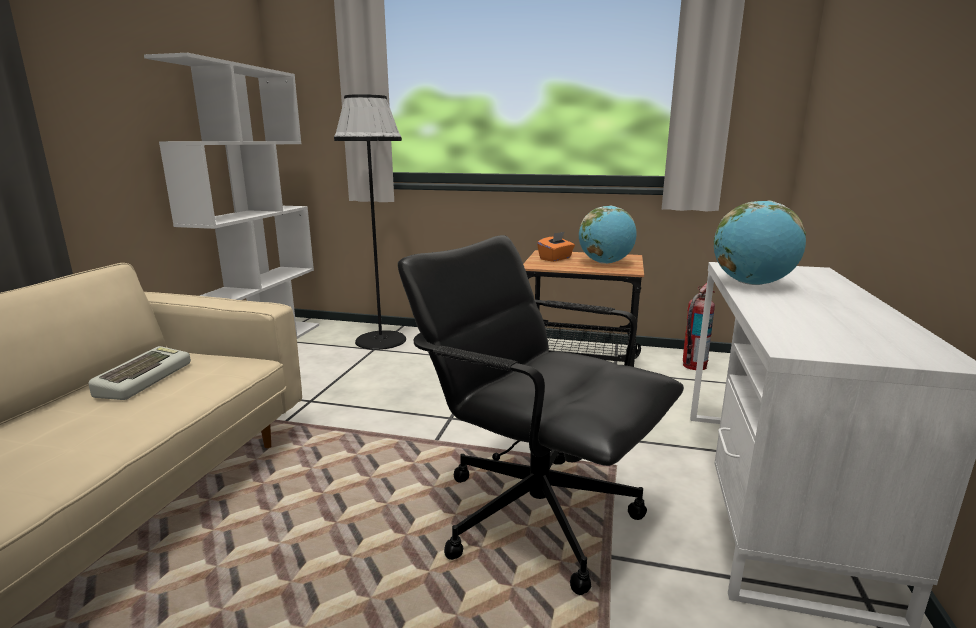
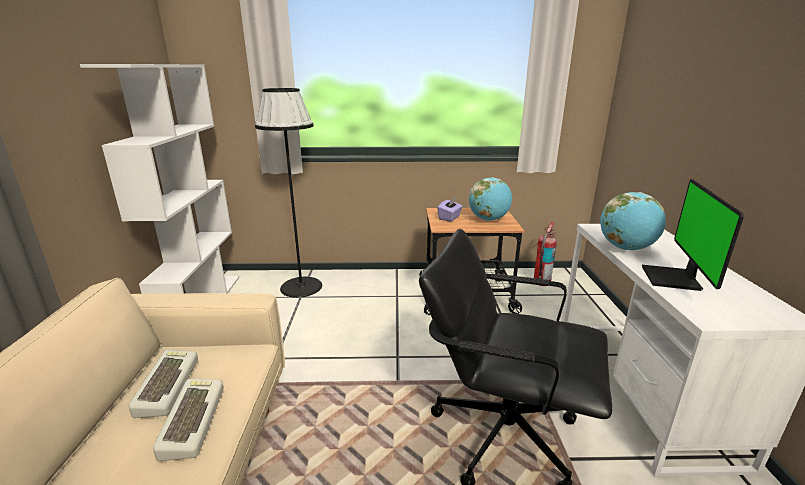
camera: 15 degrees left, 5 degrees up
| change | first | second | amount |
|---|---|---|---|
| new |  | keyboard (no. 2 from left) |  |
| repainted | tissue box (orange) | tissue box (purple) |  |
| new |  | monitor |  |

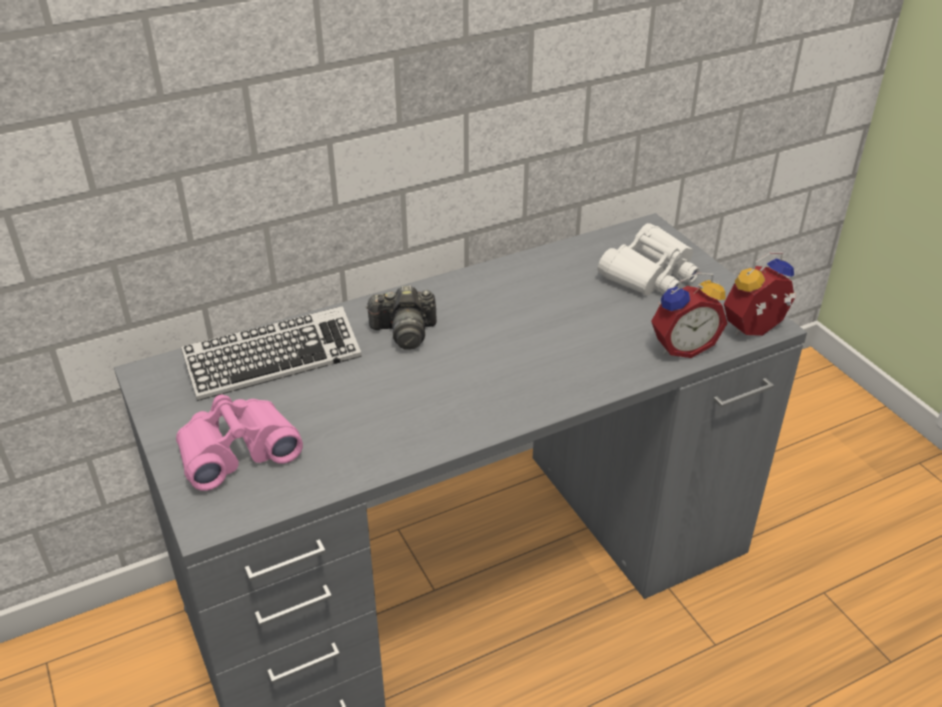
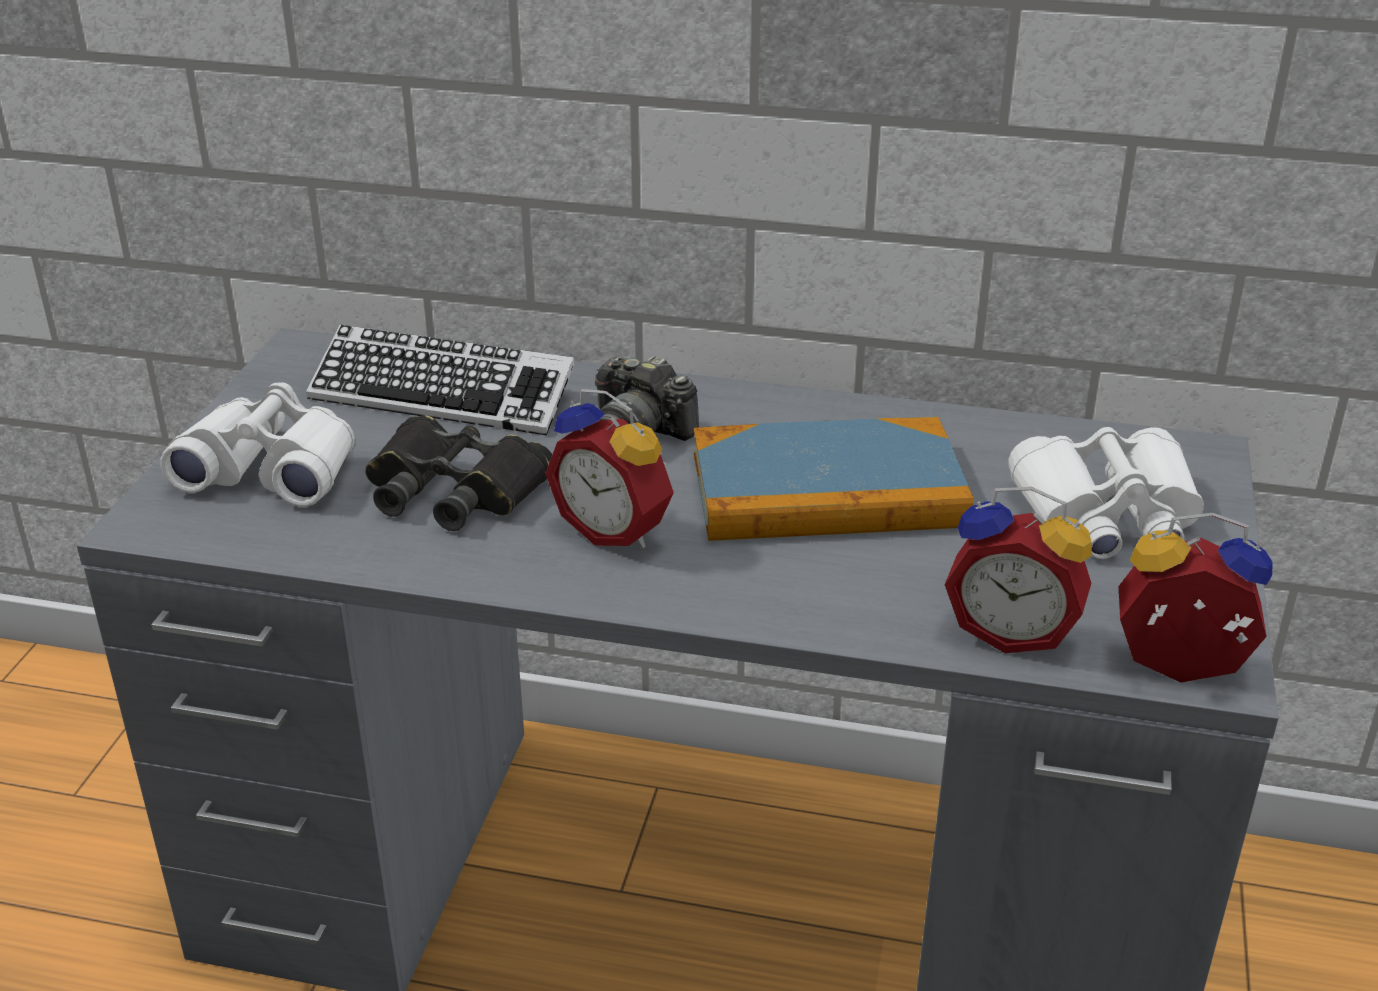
camera: 40 degrees right, 5 degrees down
| change | first | second | amount |
|---|---|---|---|
| repainted | binoculars (pink) | binoculars (white) (no. 1 from left) |  |
| new |  | binoculars (black) |  |
| new |  | alarm clock (no. 1 from left) |  |
| new |  | book |  |

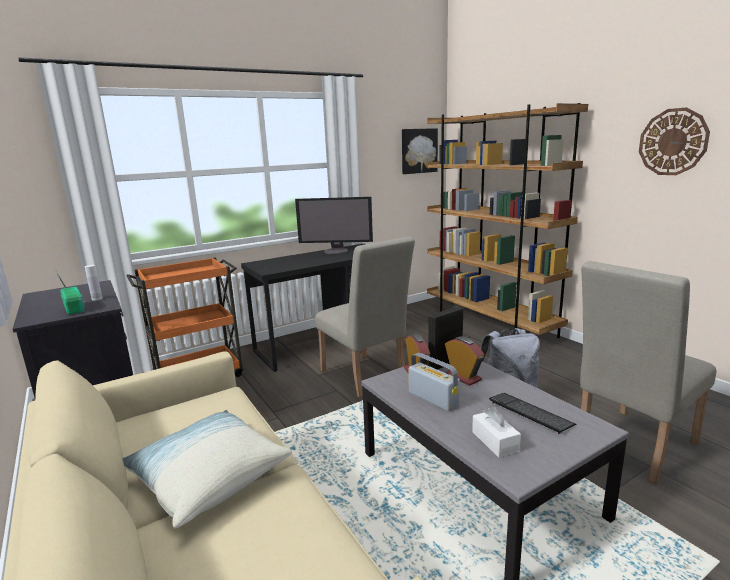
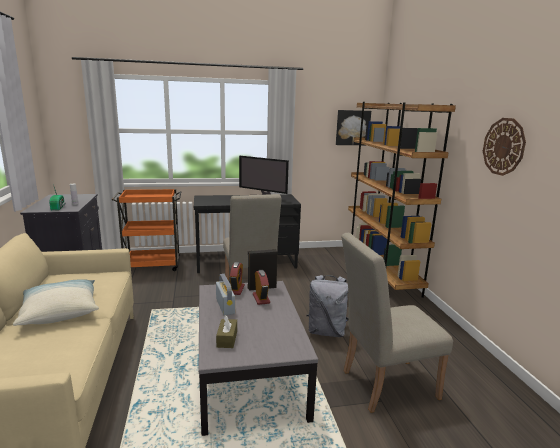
camera: 20 degrees right, 0 degrees up
| change | first | second | amount |
|---|---|---|---|
| repainted | tissue box (white) | tissue box (brown) |  |
| gone | keyboard |  |  |

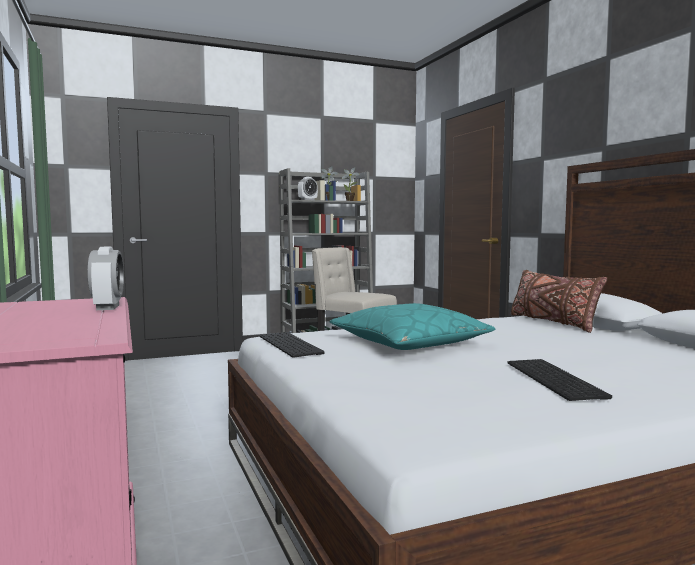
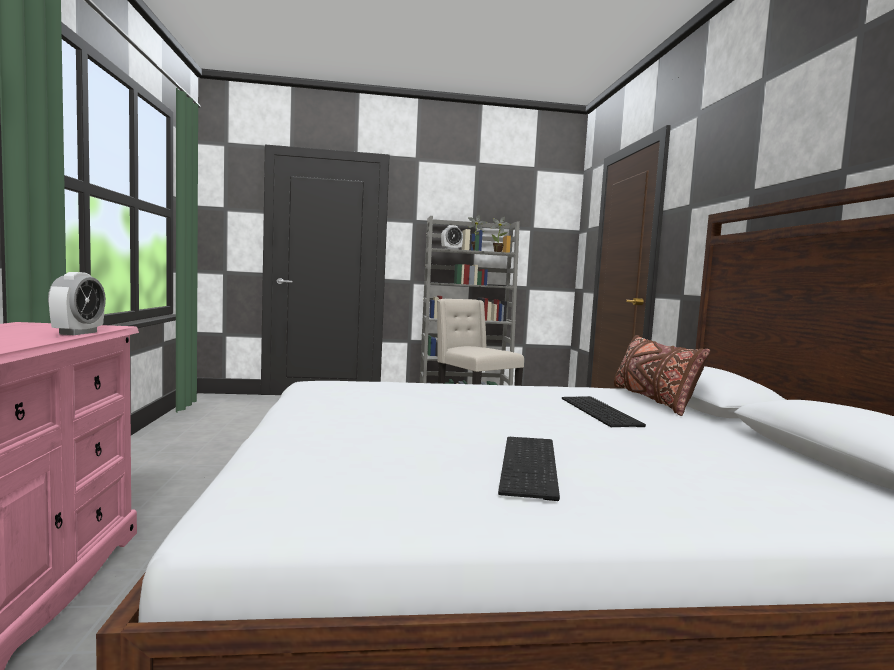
camera: 15 degrees right, 0 degrees up
| change | first | second | amount |
|---|---|---|---|
| shifted | keyboard (no. 1 from left in the first image) | keyboard (no. 2 from left) |  |
| gone | pillow (turquoise) |  |  |

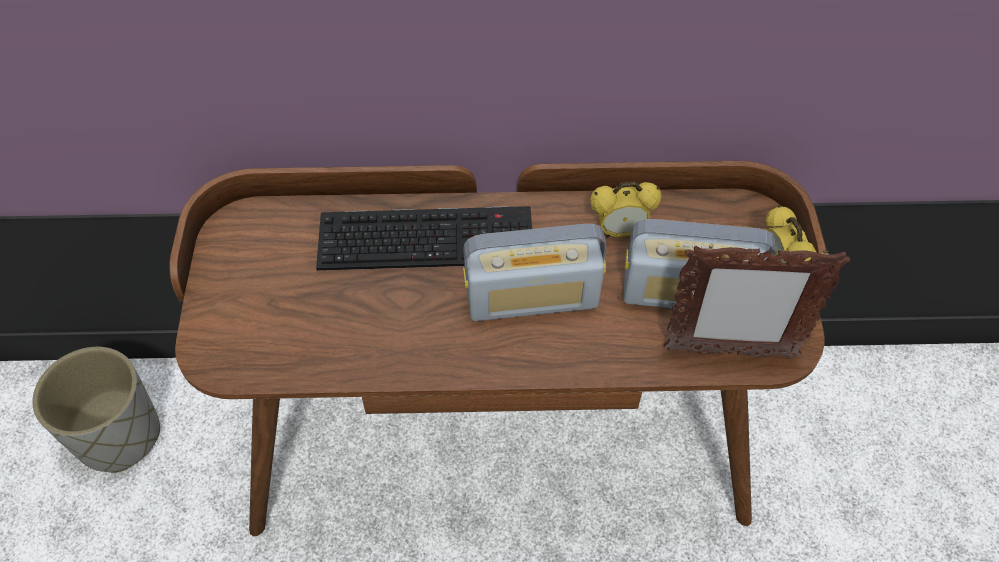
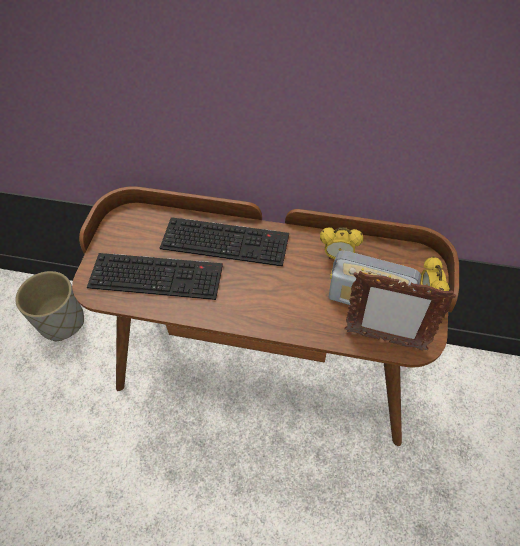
camera: 15 degrees right, 0 degrees up
| change | first | second | amount |
|---|---|---|---|
| new |  | keyboard (no. 1 from left) |  |
| gone | radio (no. 1 from left) |  |  |

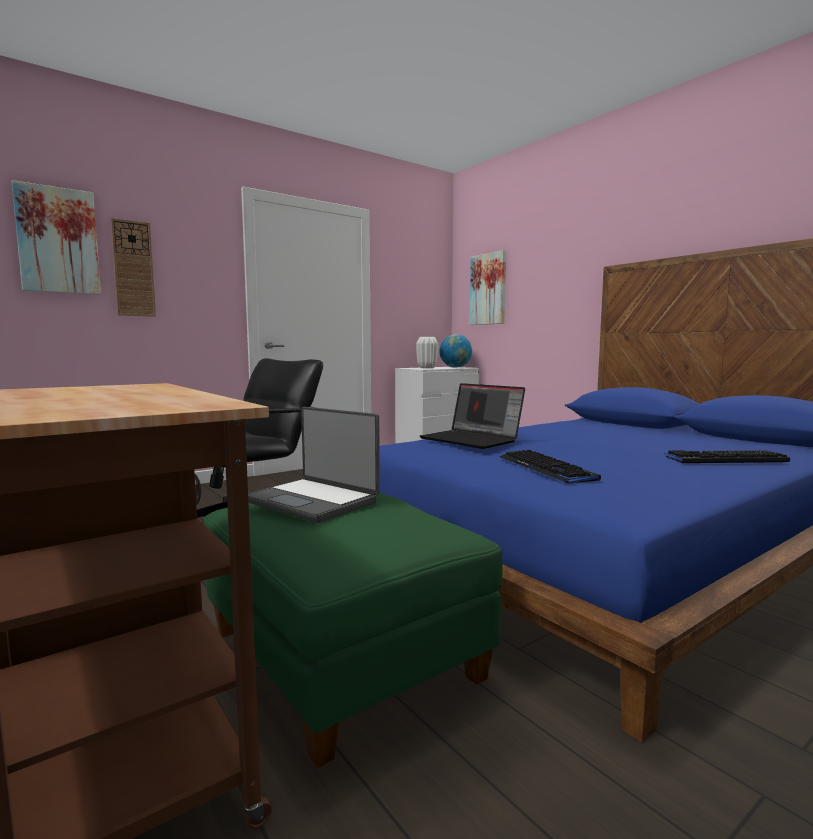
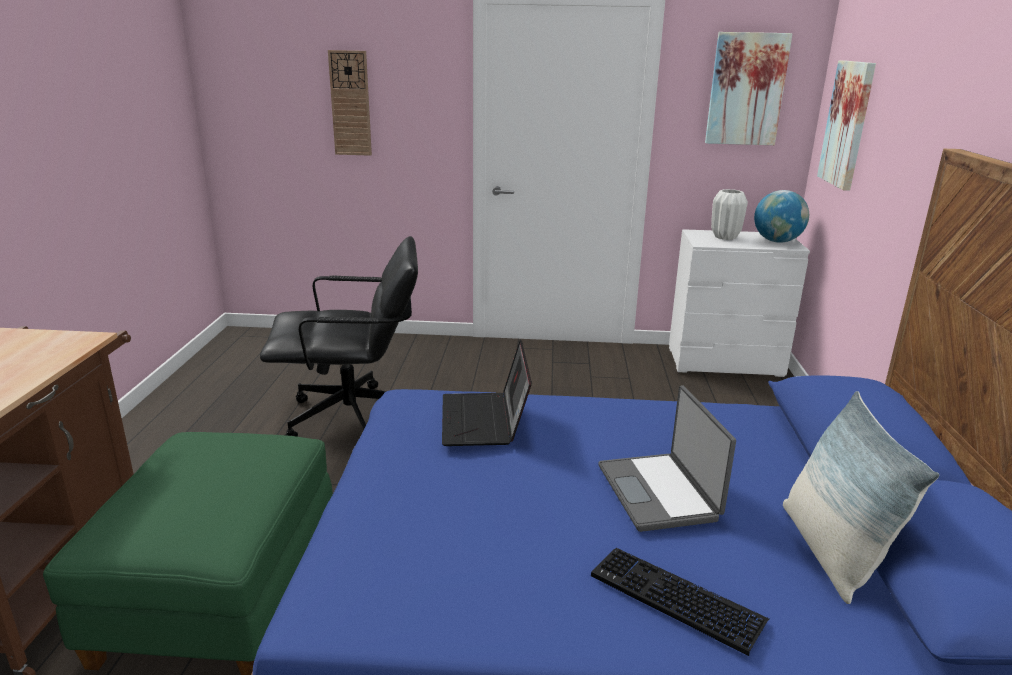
camera: 40 degrees right, 15 degrees up
| change | first | second | amount |
|---|---|---|---|
| shifted | laptop (no. 1 from left in the first image) | laptop (no. 2 from left) |  |
| shifted | picture (no. 1 from left) |  |  |
| new |  | pillow |  |
| gone | keyboard (no. 1 from left) |  |  |

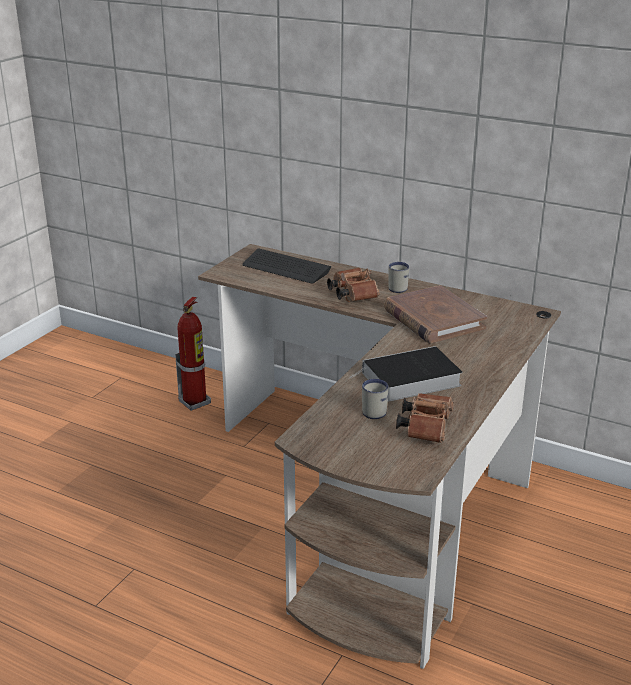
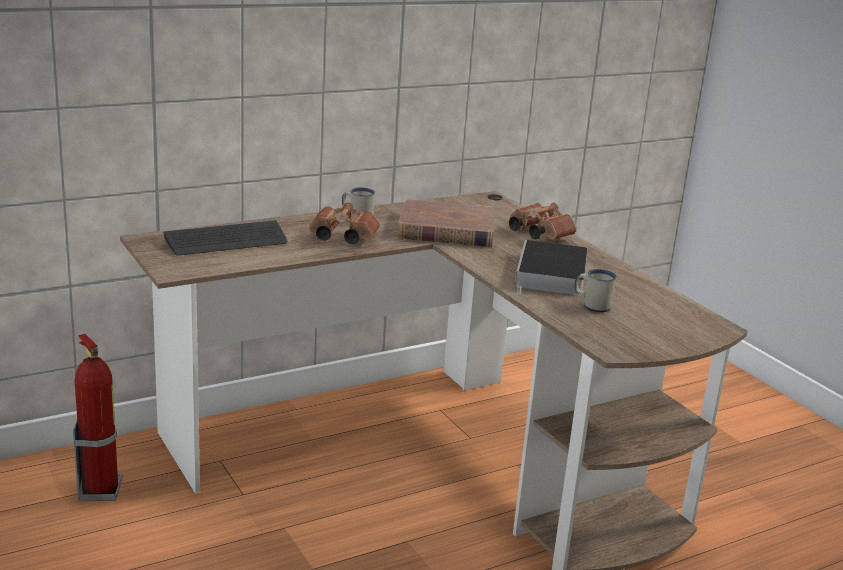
camera: 60 degrees left, 5 degrees down
| change | first | second | amount |
|---|---|---|---|
| shifted | binoculars (brown) (no. 2 from left) |  |  |

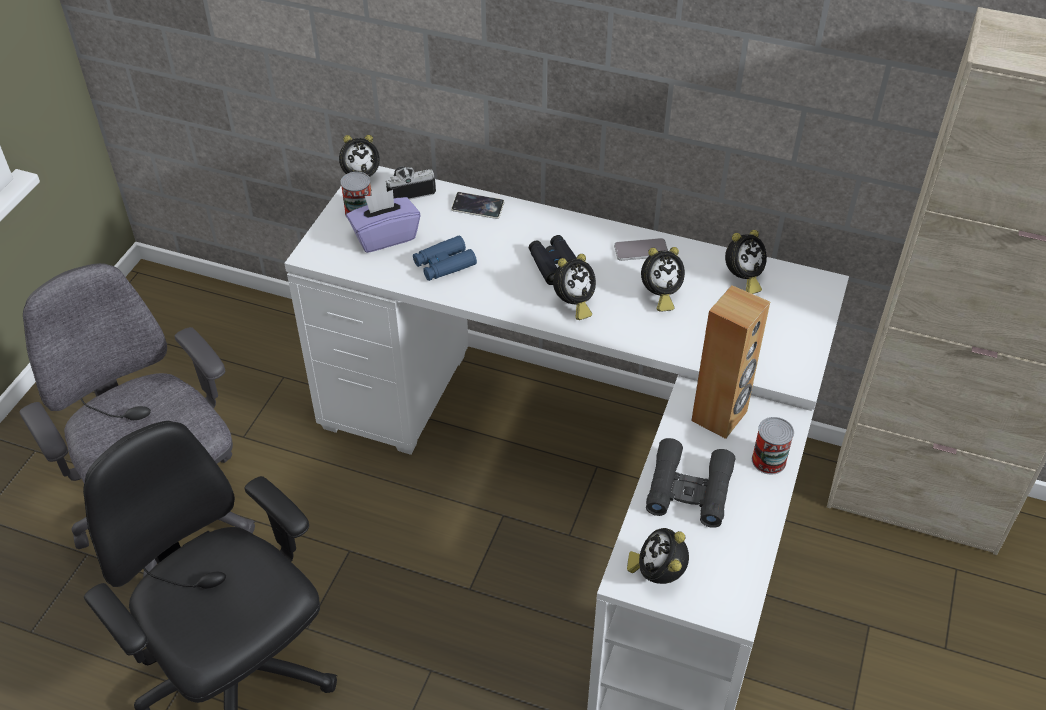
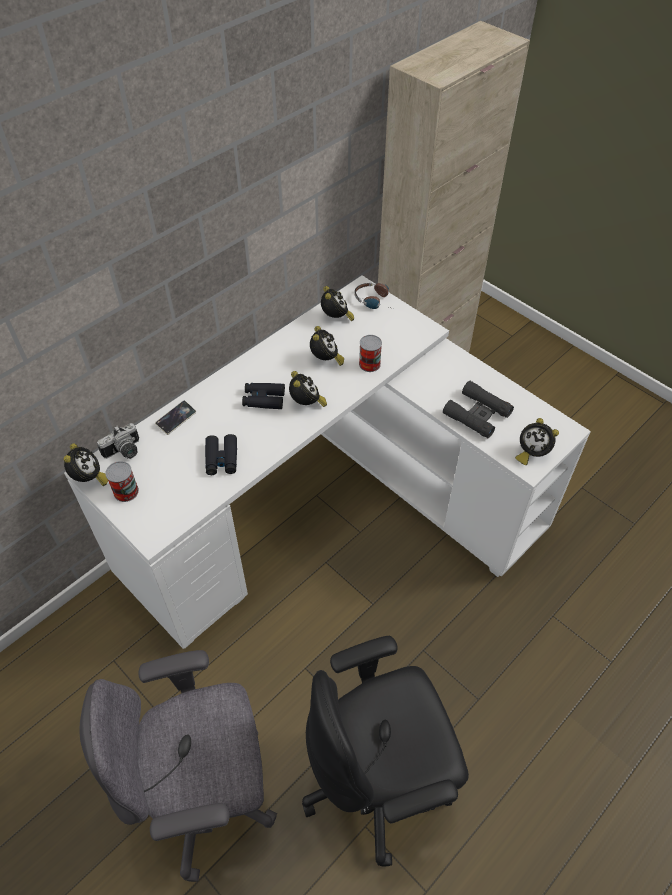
camera: 65 degrees left, 5 degrees up
| change | first | second | amount |
|---|---|---|---|
| rotated | photo camera |  | 135 degrees counterclockwise |
| repainted | binoculars (blue) | binoculars (black) (no. 1 from left) |  |
| new |  | headphones |  |
| shifted | can (no. 2 from left) |  |  |
| gone | tissue box (purple) |  |  |
| gone | phone (no. 2 from left) |  |  |
| gone | speaker (brown) |  |  |

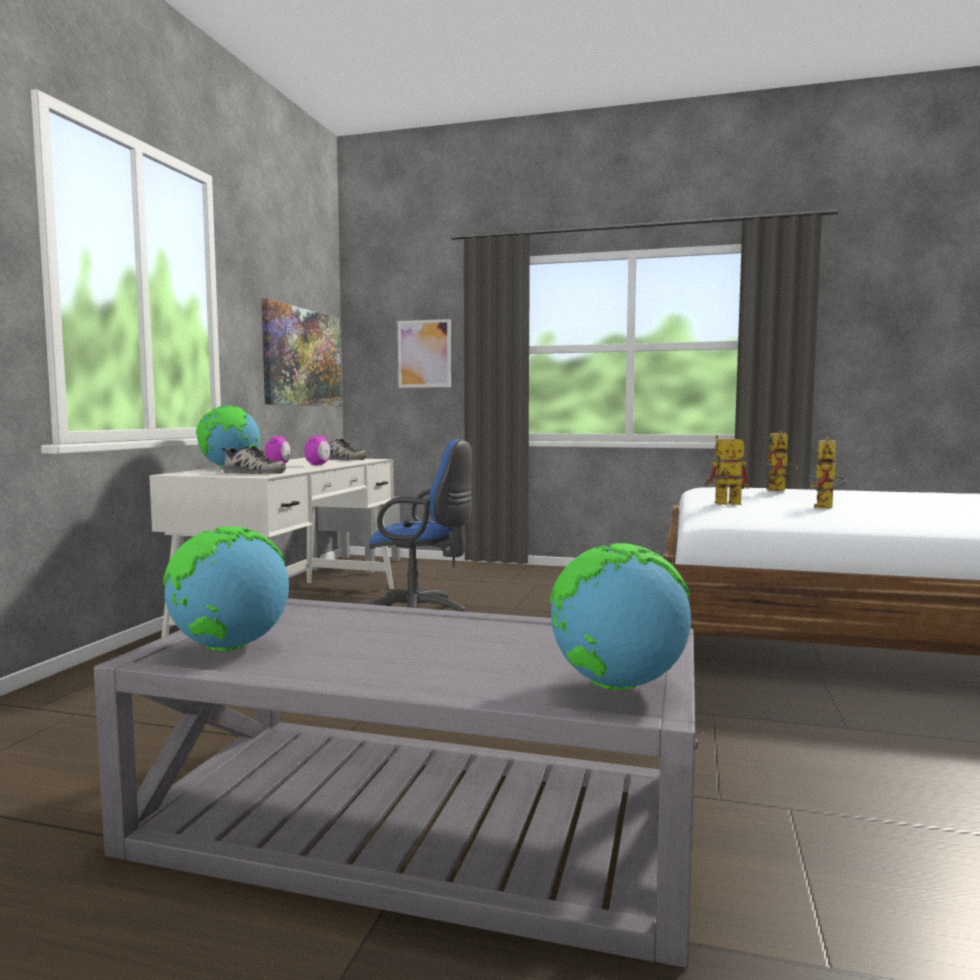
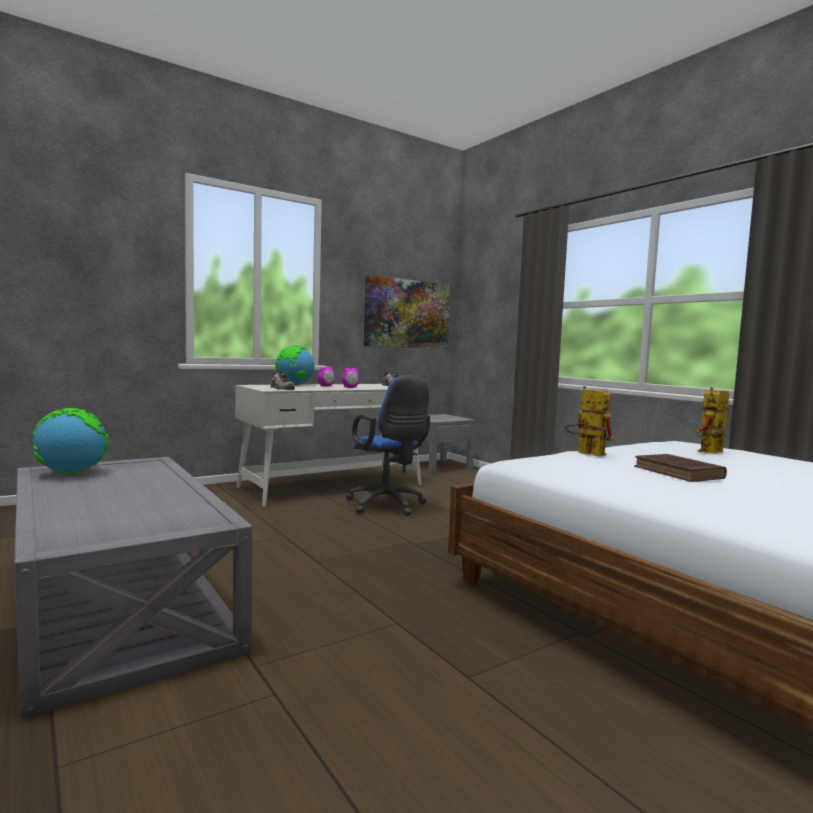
camera: 40 degrees right, 0 degrees up
| change | first | second | amount |
|---|---|---|---|
| swapped | toy robot (no. 3 from left) | book (brown) |  |
| gone | picture (no. 2 from left) |  |  |
| gone | globe (no. 3 from left) |  |  |

